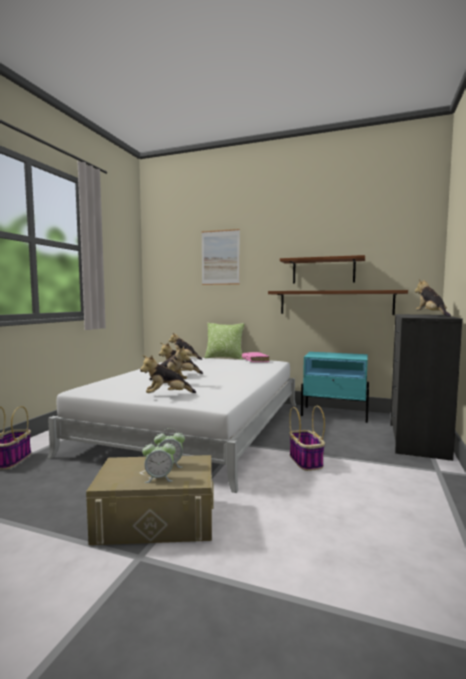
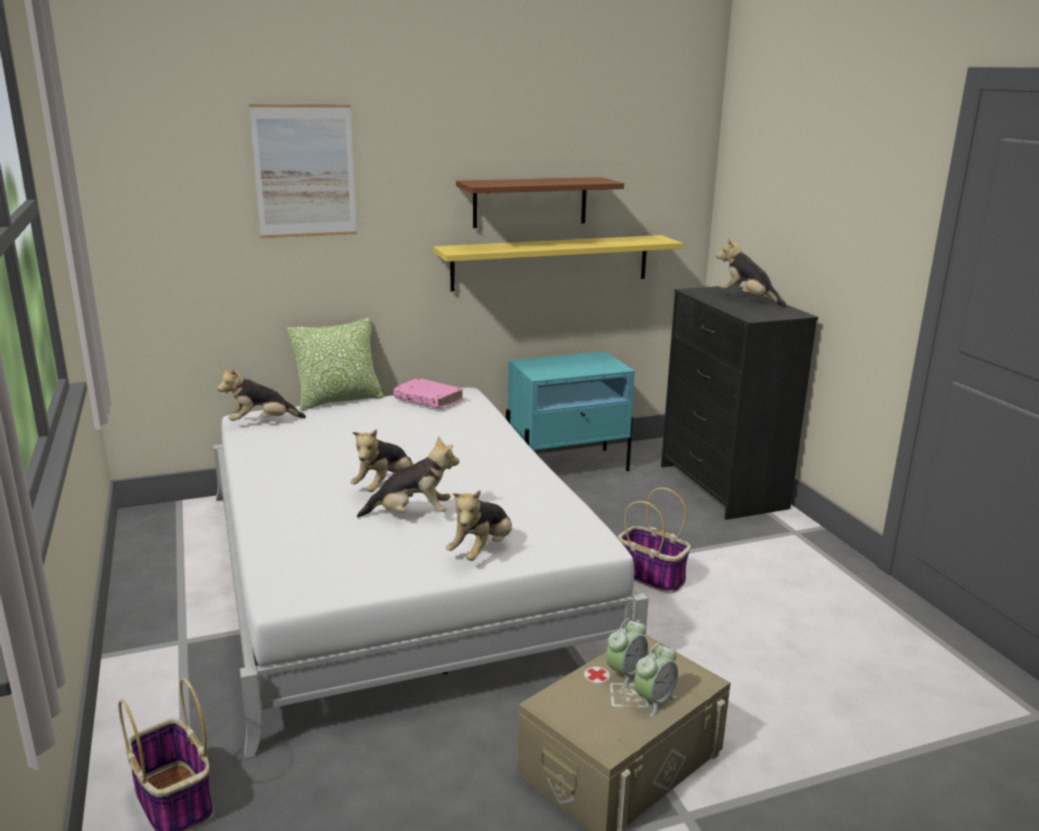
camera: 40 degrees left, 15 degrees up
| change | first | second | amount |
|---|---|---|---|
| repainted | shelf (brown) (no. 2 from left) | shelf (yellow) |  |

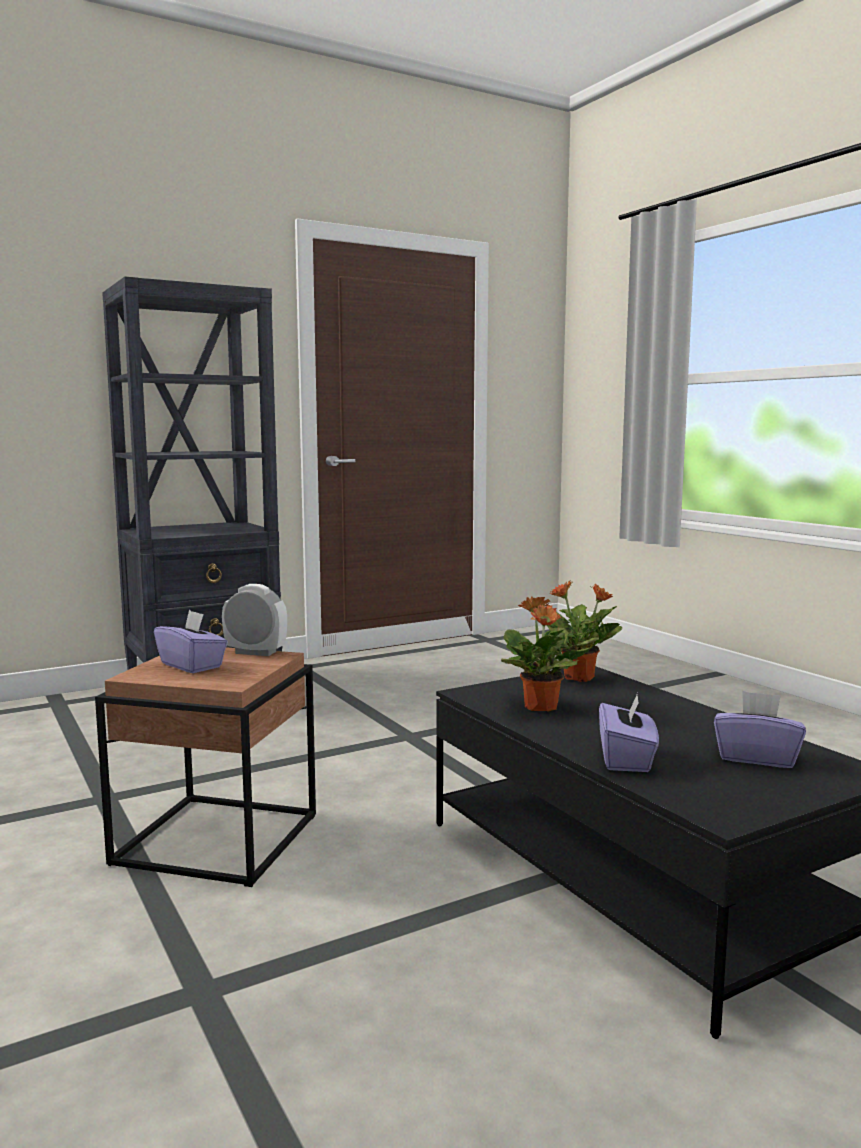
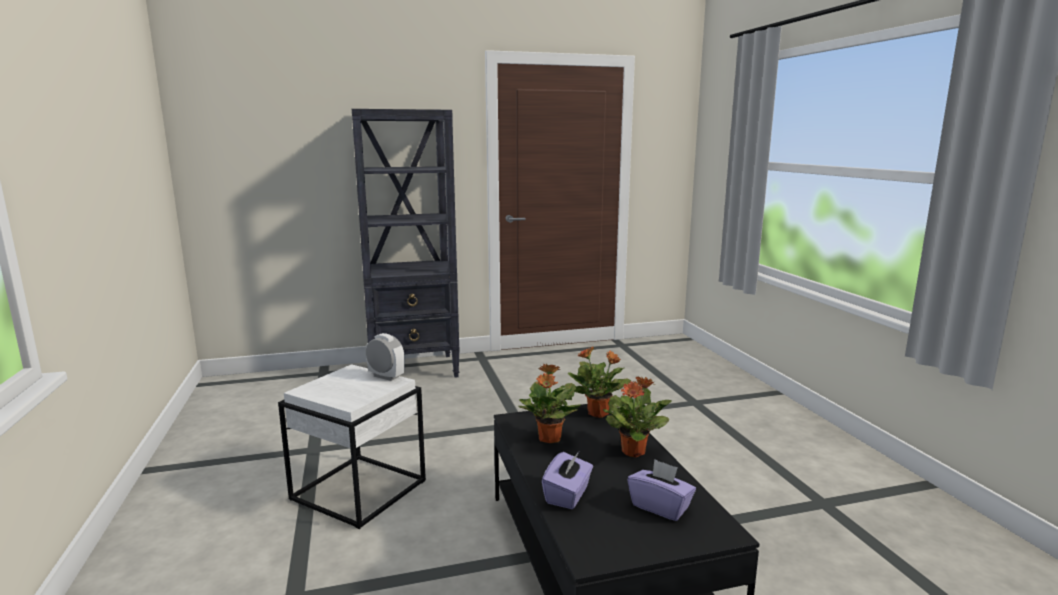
camera: 15 degrees right, 5 degrees up
| change | first | second | amount |
|---|---|---|---|
| repainted | side table (brown) | side table (white) |  |
| new |  | potted plant (no. 3 from left) |  |
| gone | tissue box (purple) (no. 1 from left) |  |  |

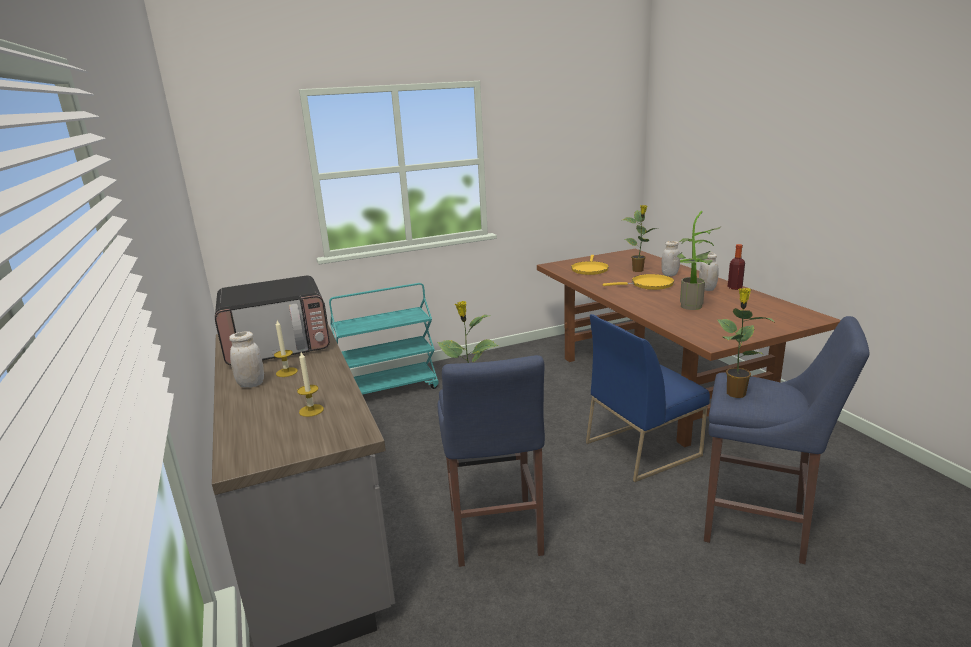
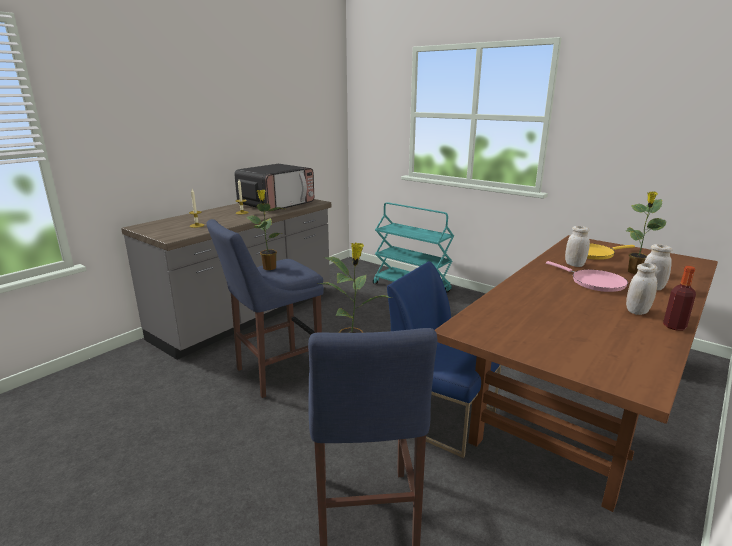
camera: 60 degrees right, 0 degrees up
| change | first | second | amount |
|---|---|---|---|
| rotated | microwave |  | 90 degrees counterclockwise |
| repainted | frying pan (yellow) (no. 2 from left) | frying pan (pink) |  |
| shifted | jar (white) (no. 1 from left) |  |  |
| gone | potted plant (no. 3 from left) |  |  |

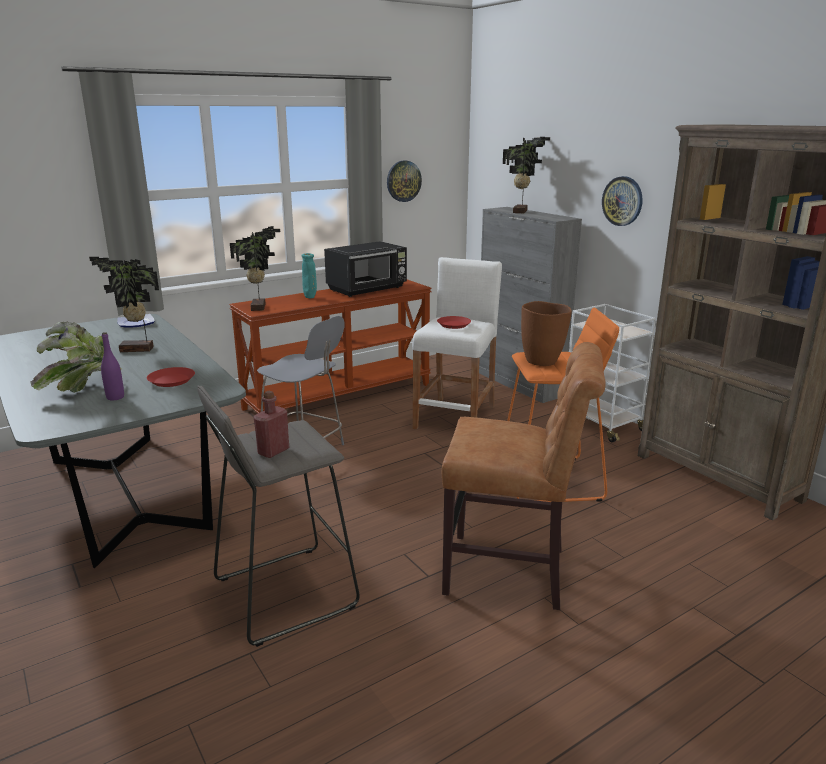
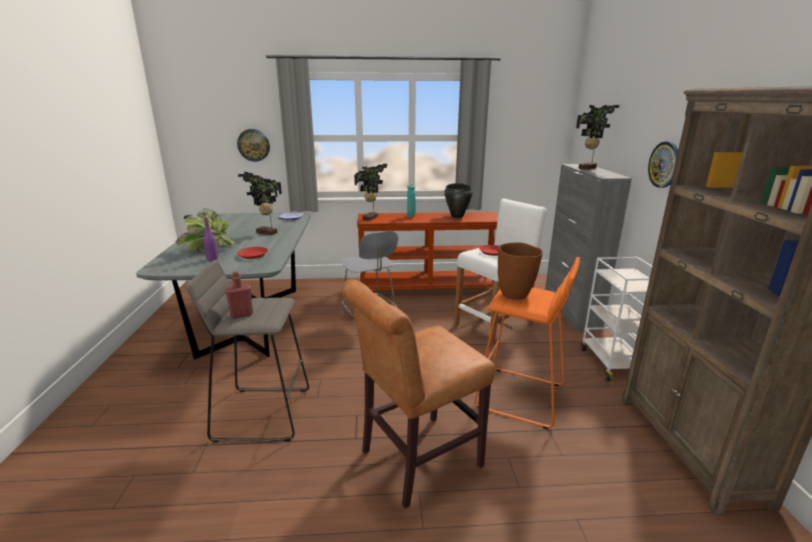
camera: 30 degrees right, 0 degrees up
| change | first | second | amount |
|---|---|---|---|
| shifted | wall clock (no. 1 from left) |  |  |
| rotated | chair (brown) |  | 105 degrees clockwise |
| swapped | microwave (black) | cooking pot (black) |  |

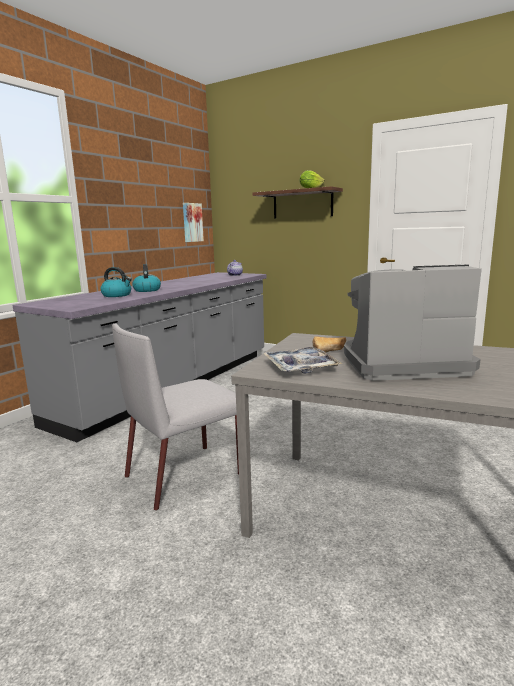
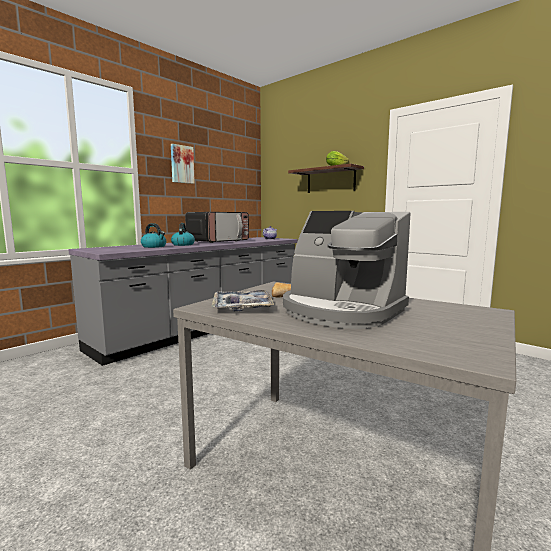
camera: 10 degrees right, 5 degrees down
| change | first | second | amount |
|---|---|---|---|
| shifted | picture |  |  |
| new |  | microwave |  |
| rotated | coffee machine |  | 150 degrees counterclockwise |
| gone | chair (grey) |  |  |

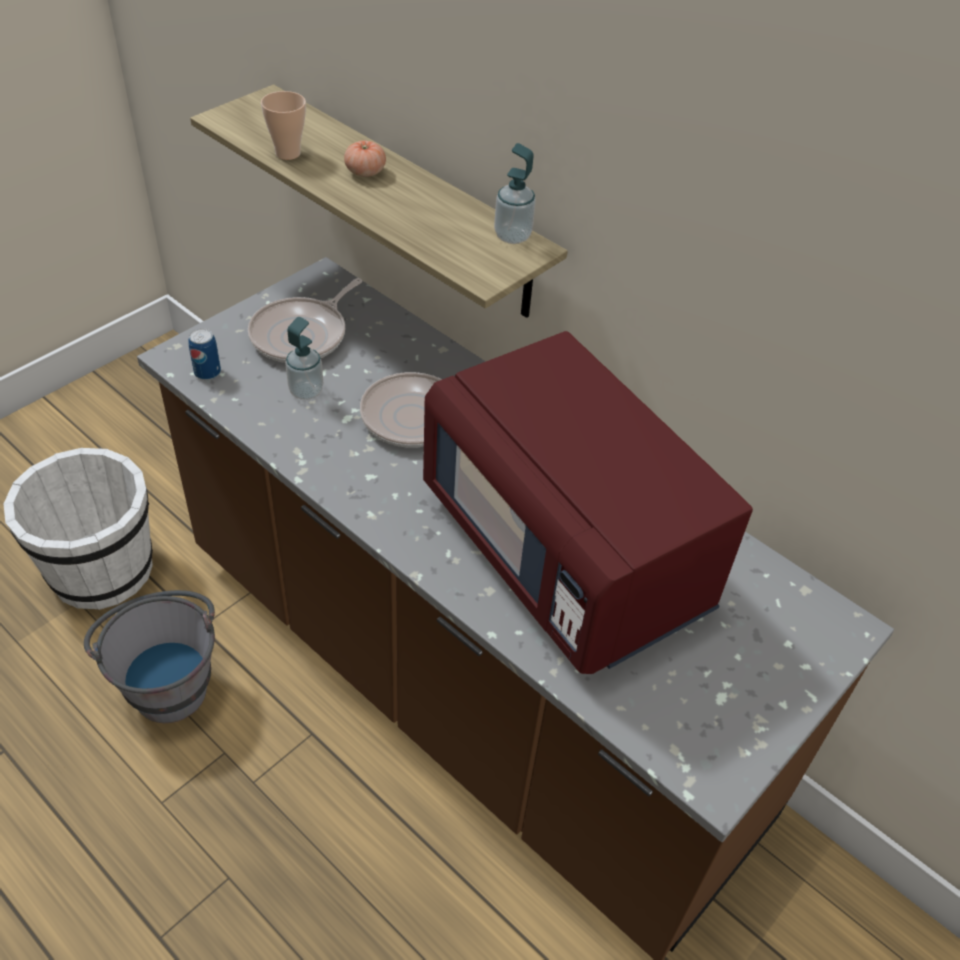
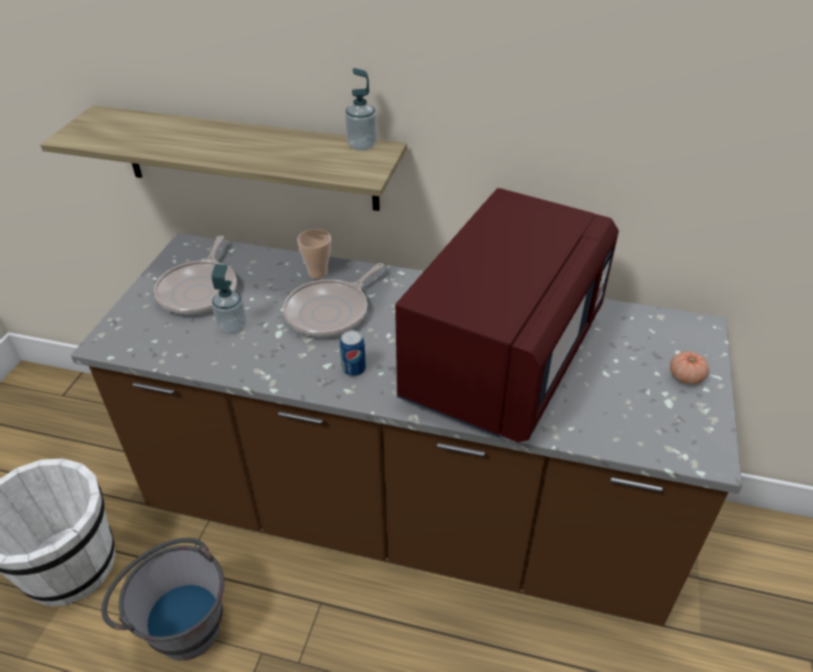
camera: 25 degrees left, 5 degrees down
| change | first | second | amount |
|---|---|---|---|
| shifted | cup |  |  |
| shifted | can |  |  |
| rotated | microwave (red) |  | 90 degrees counterclockwise |
| shifted | tomato |  |  |

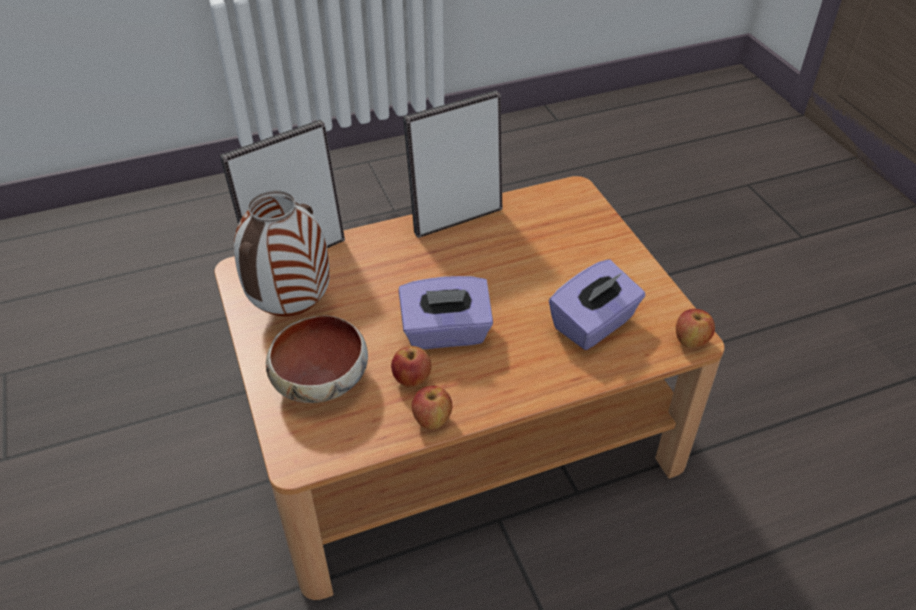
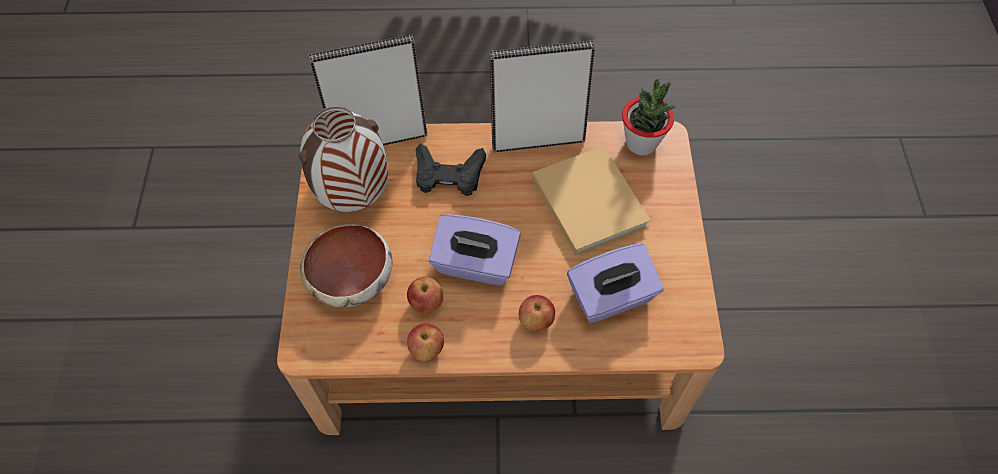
camera: 20 degrees right, 15 degrees up
| change | first | second | amount |
|---|---|---|---|
| new |  | game controller (black) |  |
| shifted | apple (no. 3 from left) |  |  |
| new |  | book (beige) |  |
| new |  | potted plant |  |

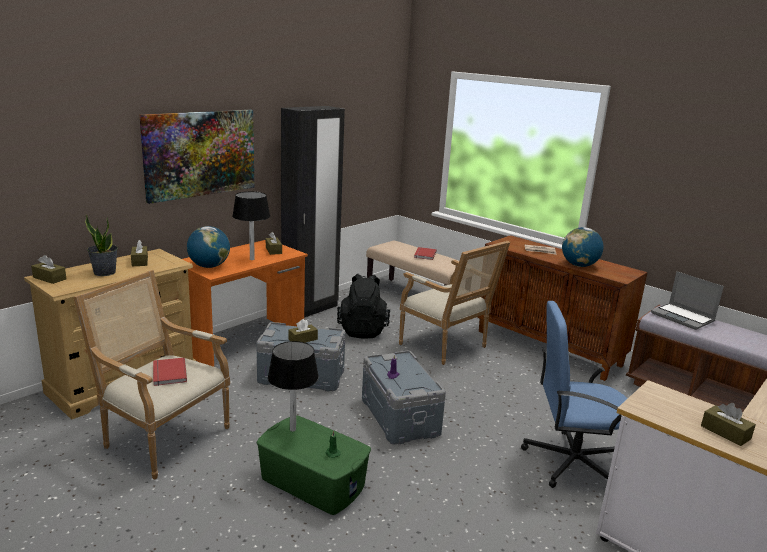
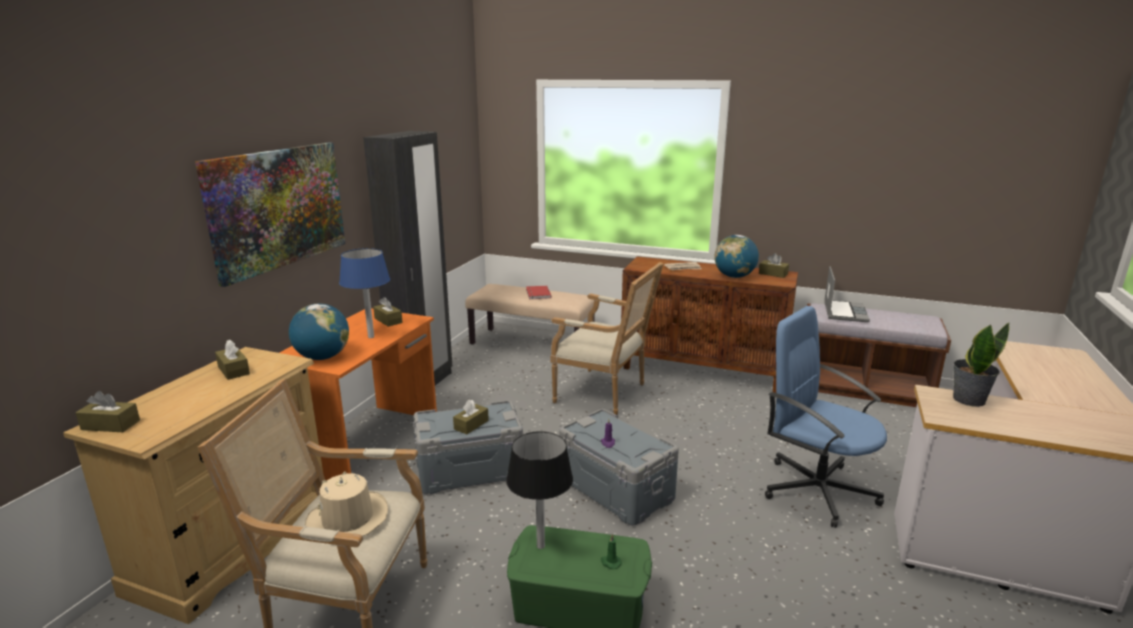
camera: 20 degrees left, 0 degrees up
| change | first | second | amount |
|---|---|---|---|
| swapped | book (red) (no. 1 from left) | hat (beige) |  |
| repainted | table lamp (black) (no. 1 from left) | table lamp (blue) |  |
| shifted | tissue box (brown) (no. 5 from left) |  |  |
| rotated | office chair (blue) |  | 60 degrees clockwise |
| rotated | laptop |  | 105 degrees counterclockwise |
| shifted | potted plant |  |  |
| gone | backpack (black) |  |  |

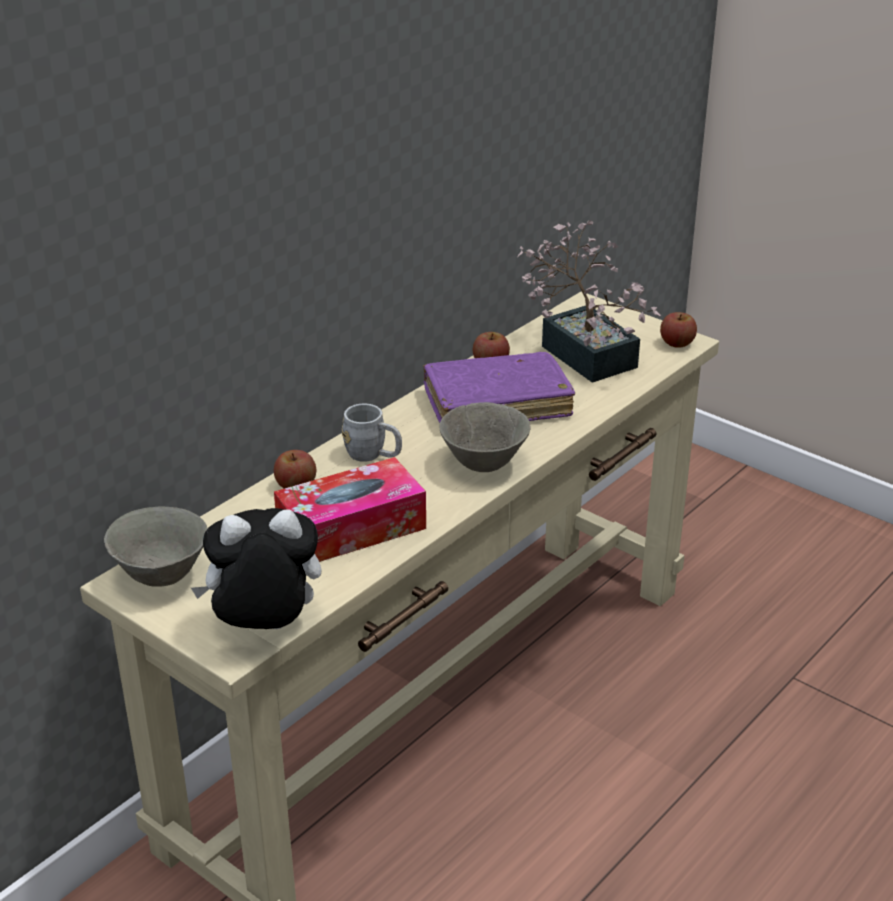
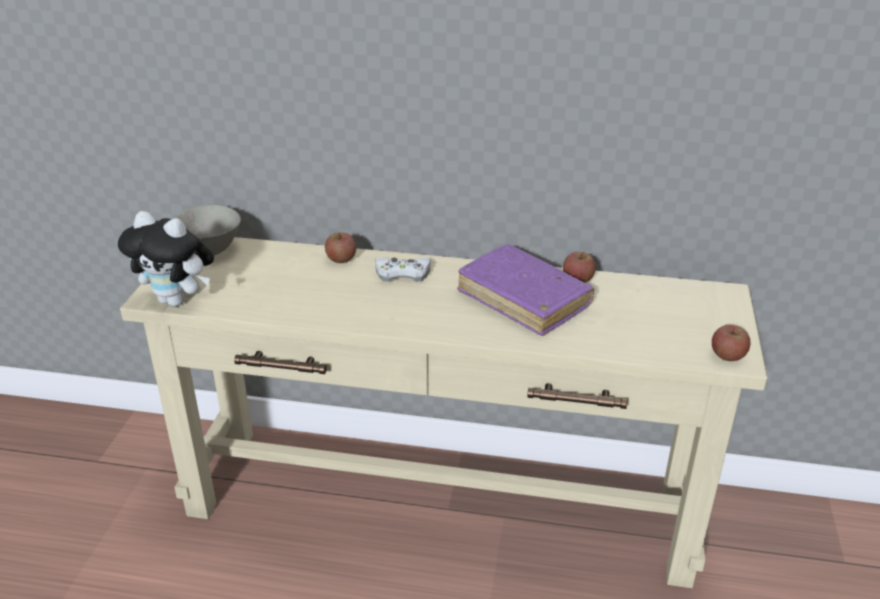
camera: 60 degrees right, 0 degrees up
| change | first | second | amount |
|---|---|---|---|
| rotated | plush toy |  | 150 degrees clockwise |
| swapped | mug (grey) | game controller (white) |  |
| gone | tissue box |  |  |
| gone | bowl (grey) (no. 2 from left) |  |  |
| gone | potted plant |  |  |

